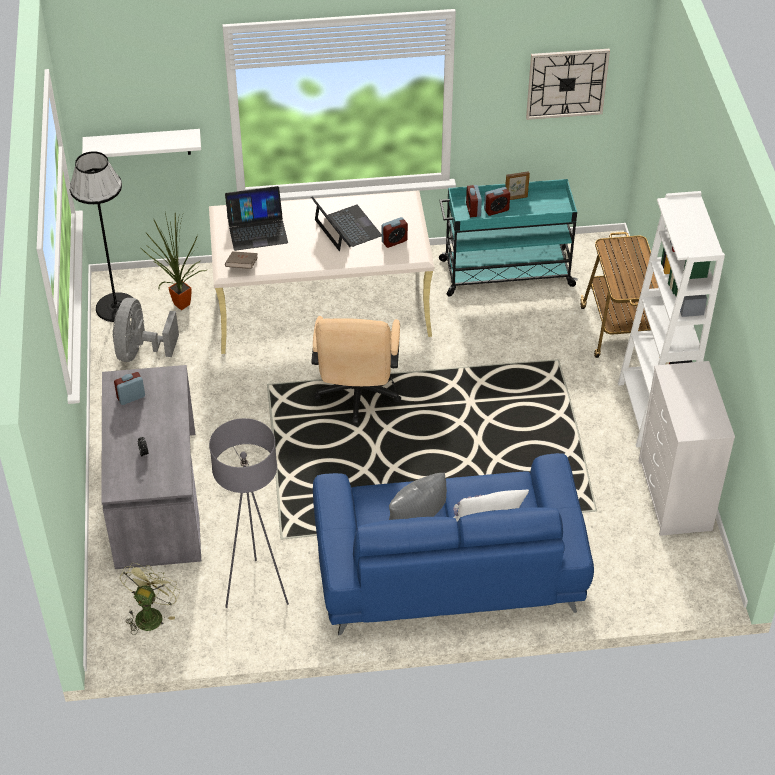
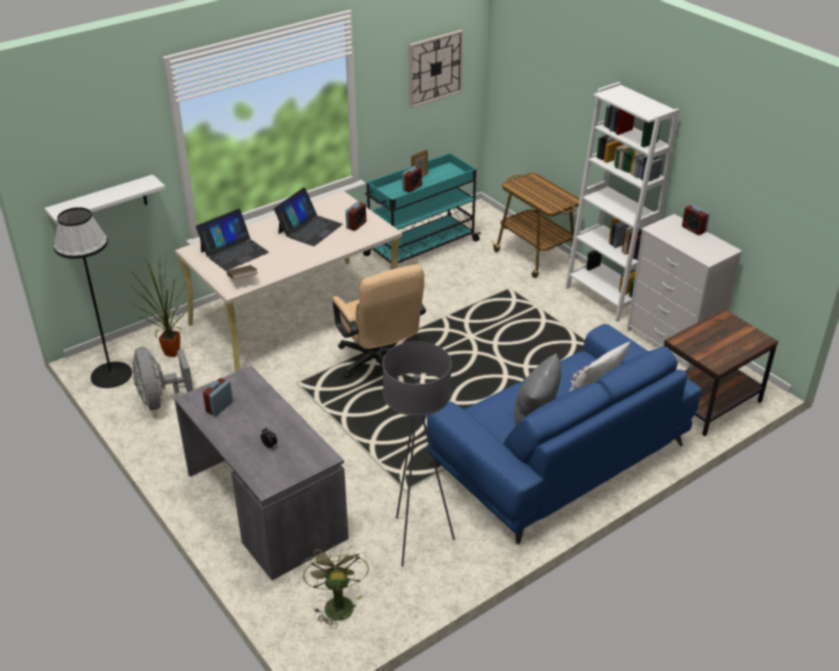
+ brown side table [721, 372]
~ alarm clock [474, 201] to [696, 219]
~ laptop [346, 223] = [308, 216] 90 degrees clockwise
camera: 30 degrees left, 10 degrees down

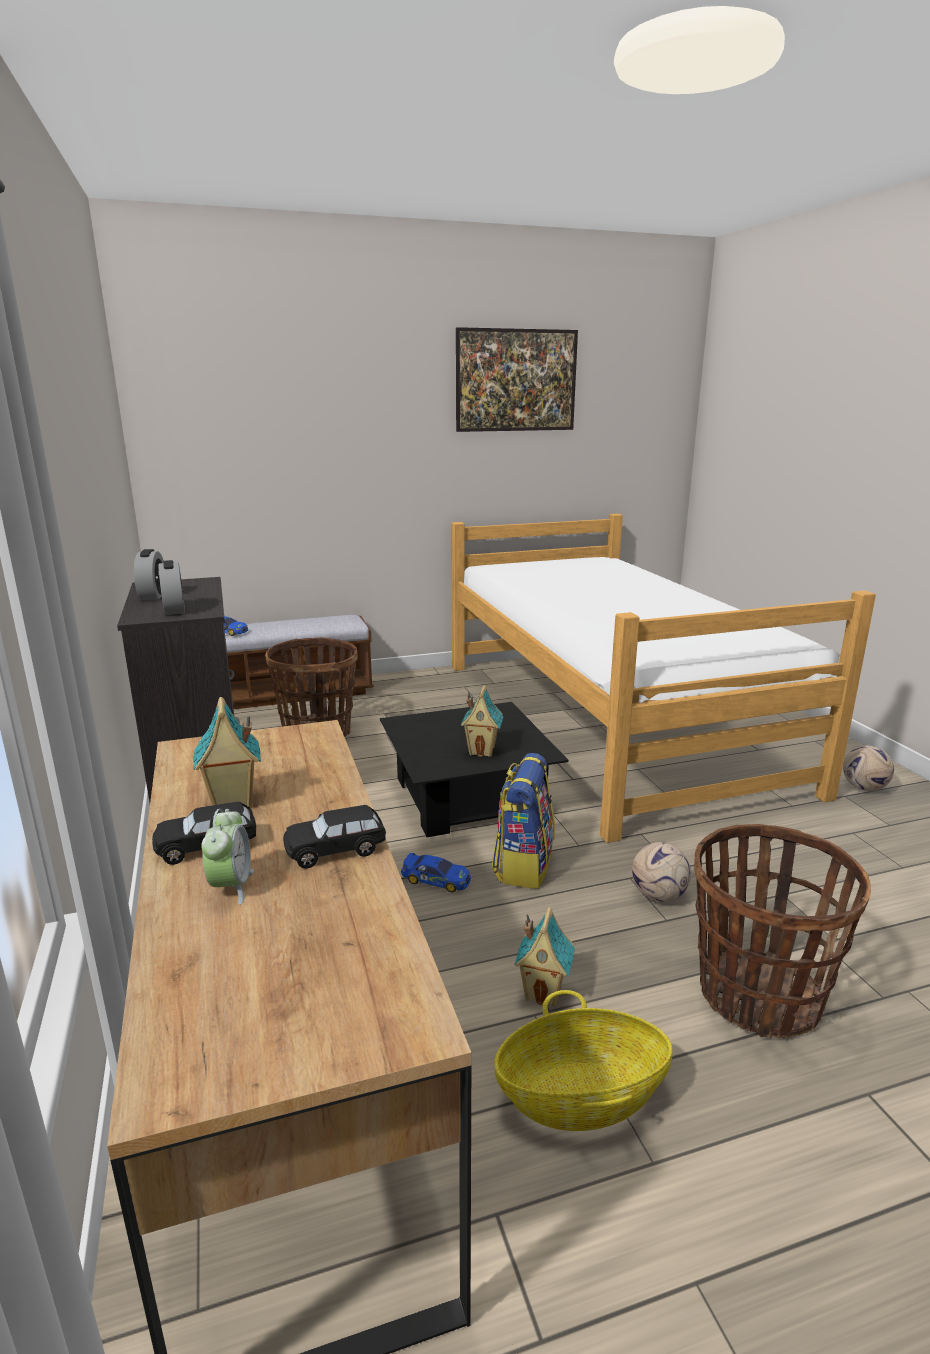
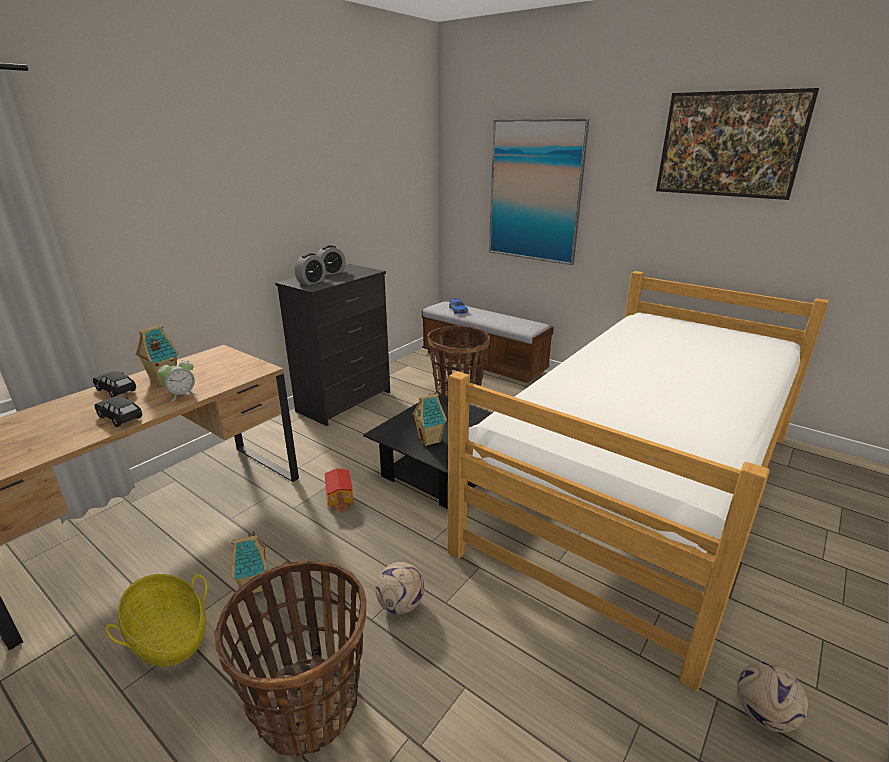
- backpack [523, 821]
+ picture [539, 192]
~ alarm clock [227, 856] to [177, 380]
~ toy car [436, 872] to toy house [339, 490]
camera: 55 degrees right, 5 degrees up

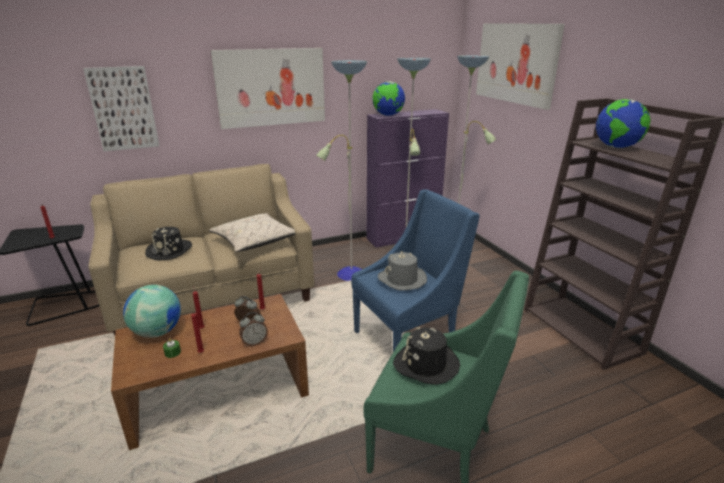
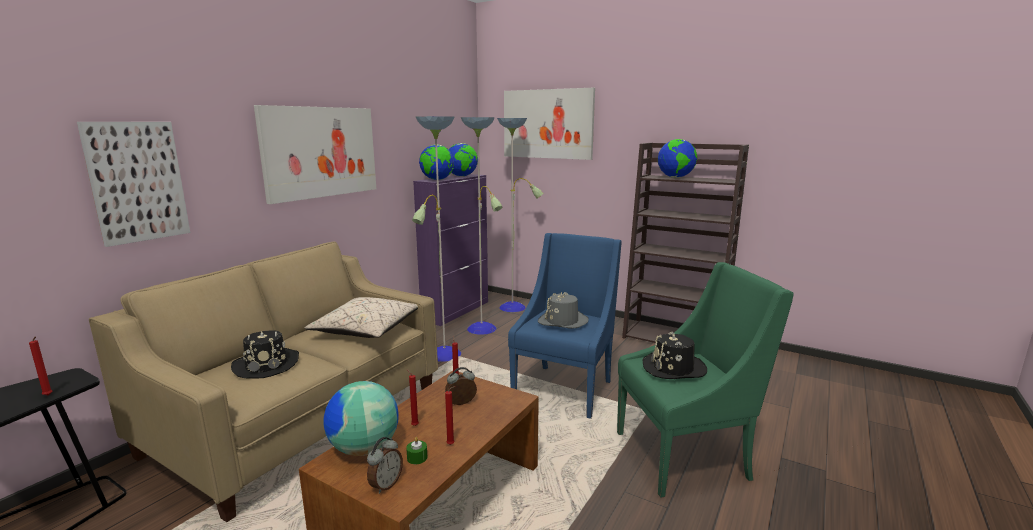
+ globe [463, 160]
~ alarm clock [253, 329] to [385, 465]
camera: 35 degrees left, 10 degrees down

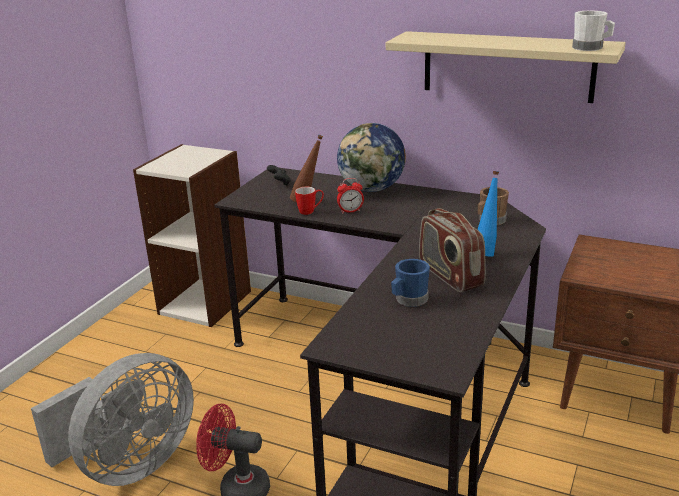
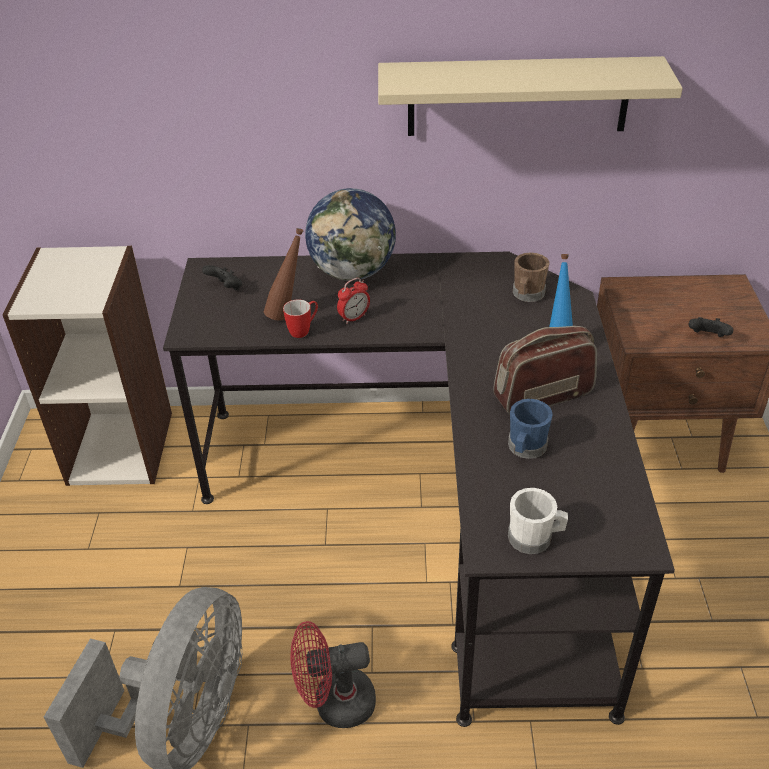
+ black game controller [711, 327]
~ white mug [593, 31] to [538, 521]
~ radio [452, 250] = [545, 370] 120 degrees clockwise
camera: 25 degrees left, 15 degrees up

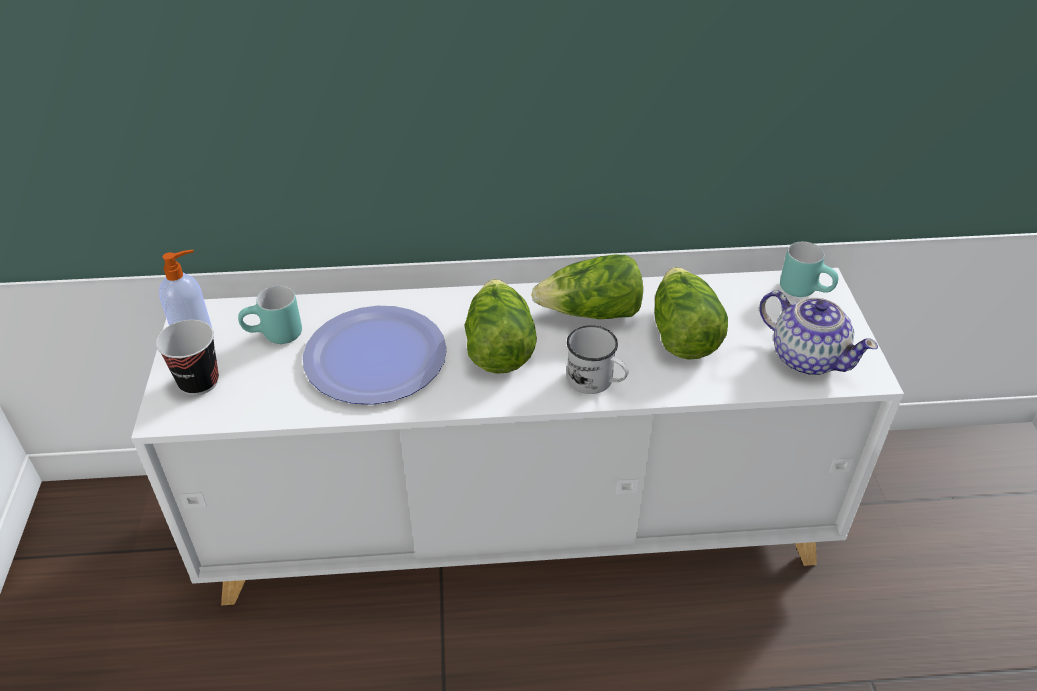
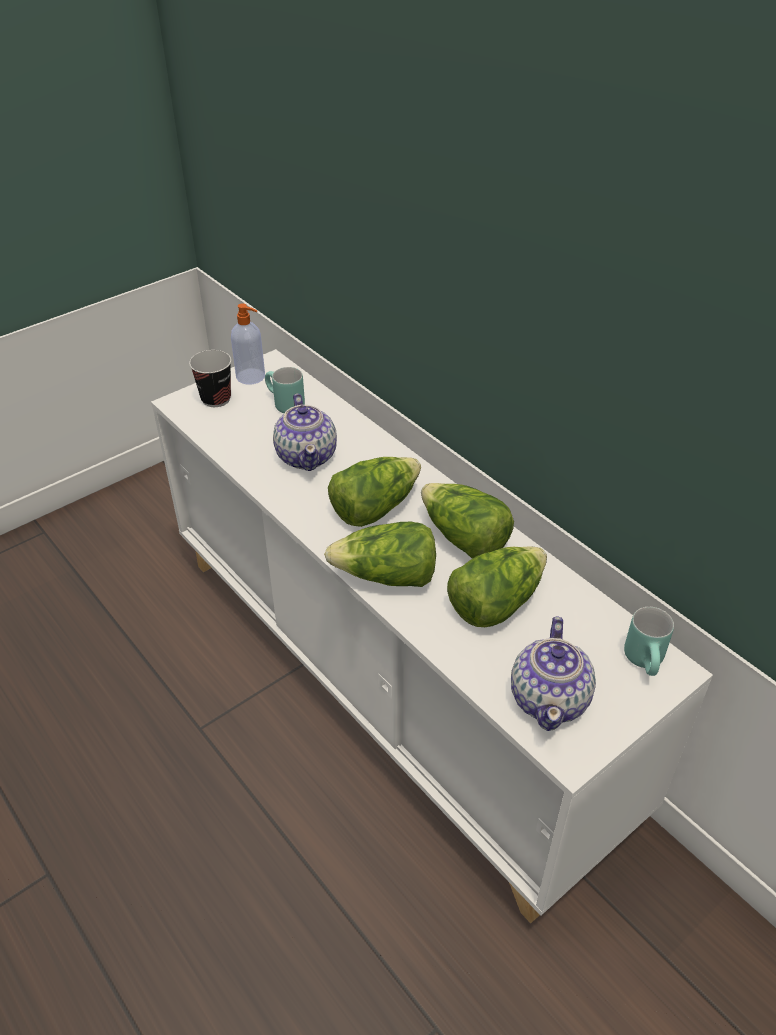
~ plate [375, 355] to teapot [305, 432]
~ white mug [597, 359] to lettuce [380, 554]
camera: 55 degrees right, 0 degrees up

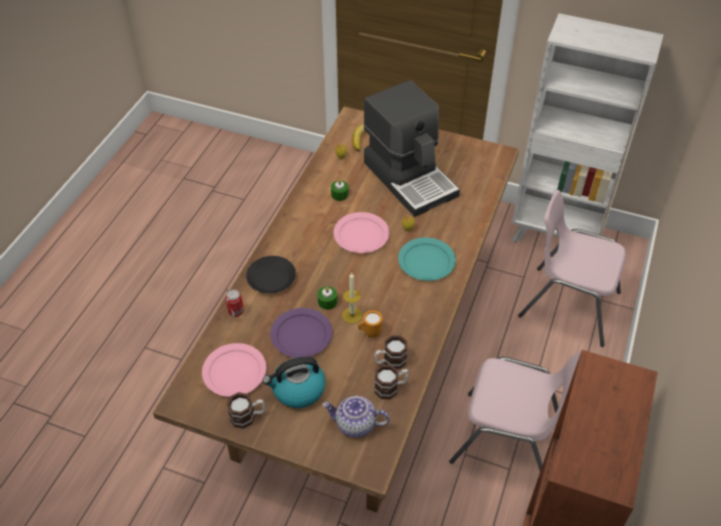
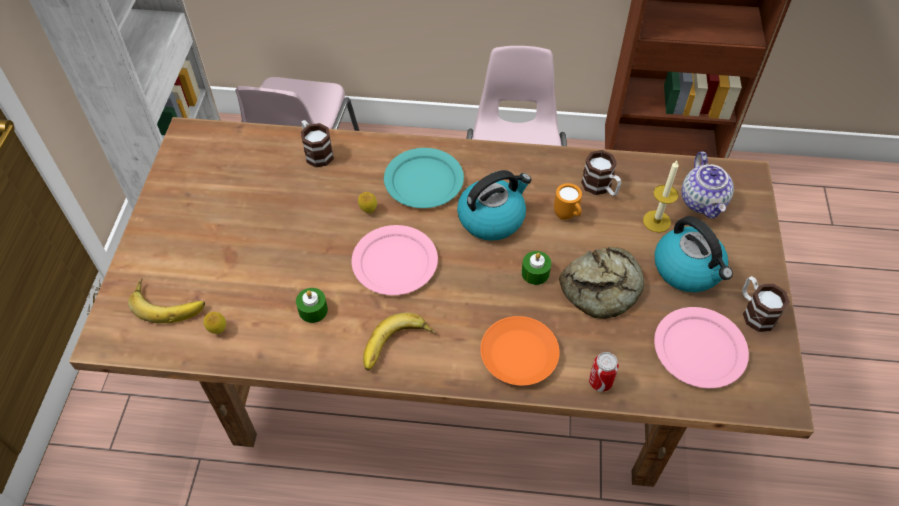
- coffee machine [412, 148]
+ banana [399, 341]
+ kettle [494, 205]
~ candle [352, 298] to [661, 197]
~ mug [392, 382] to [317, 144]
~ purple plate [301, 333] to bread [601, 283]
~ black plate [271, 275] to orange plate [520, 351]
camera: 105 degrees left, 5 degrees up

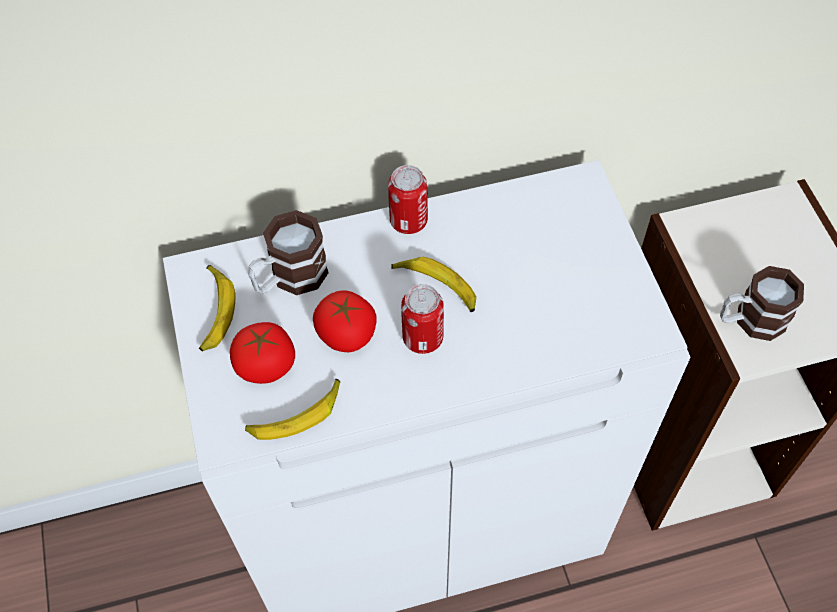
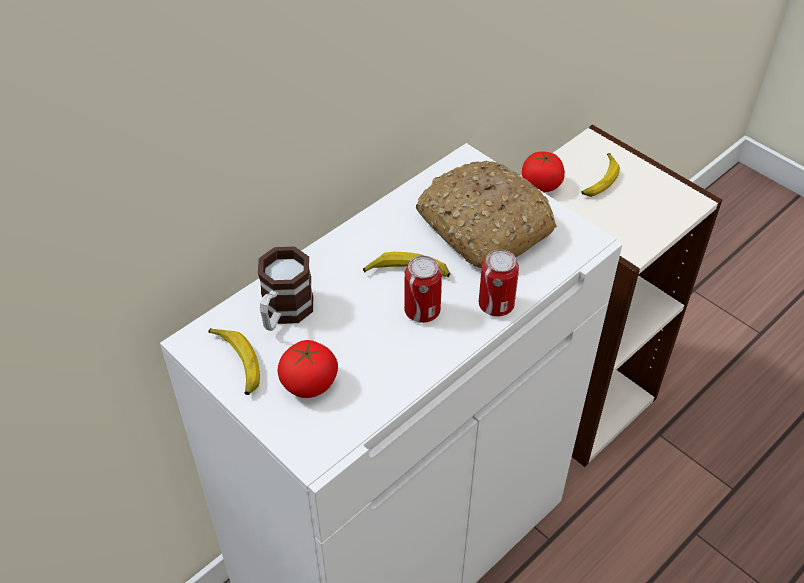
- mug [762, 303]
+ bread [486, 214]
~ banana [292, 409] to [600, 175]
~ tomato [345, 321] to [543, 172]
~ can [408, 199] to [499, 282]
camera: 30 degrees left, 10 degrees down

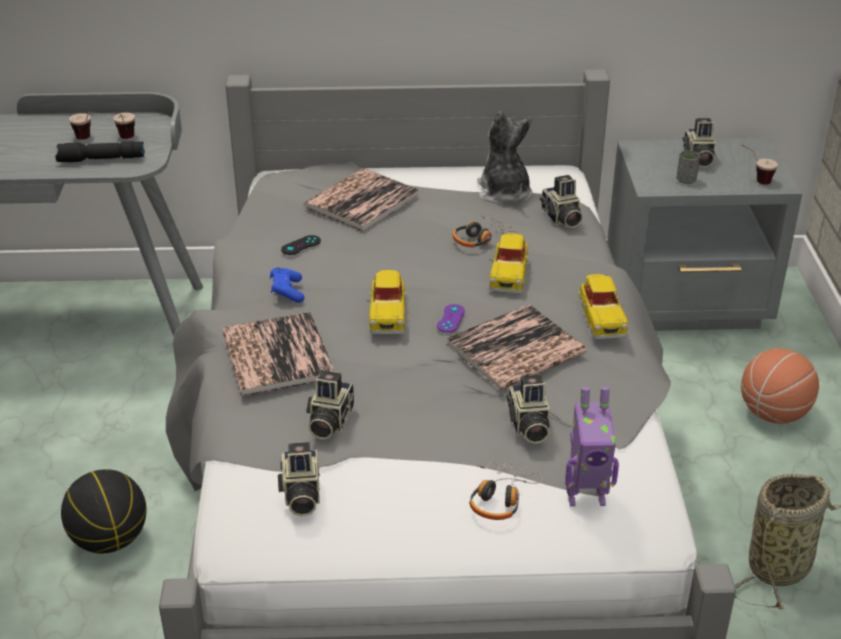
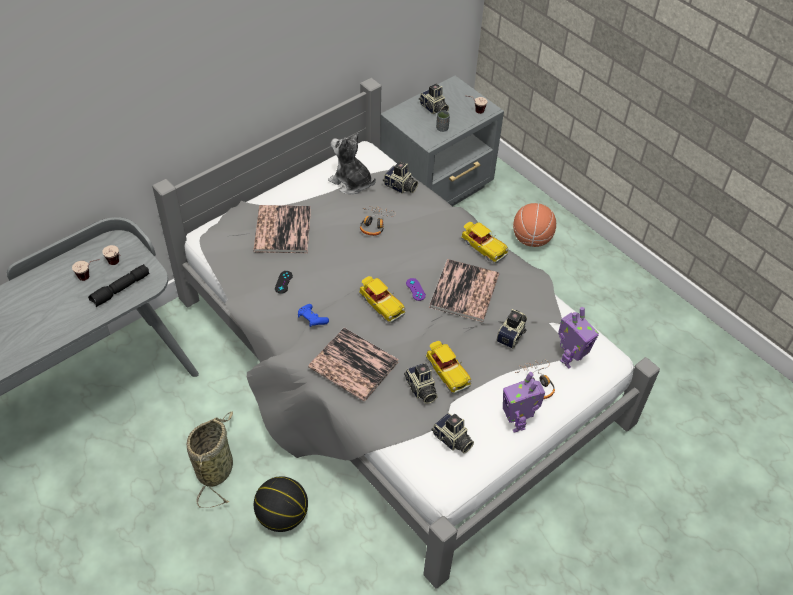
+ toy robot [524, 402]
~ toy car [509, 263] to [448, 367]
~ basket [788, 542] to [210, 459]
~ photo camera [528, 409] = [511, 329] 105 degrees counterclockwise
camera: 40 degrees left, 15 degrees up

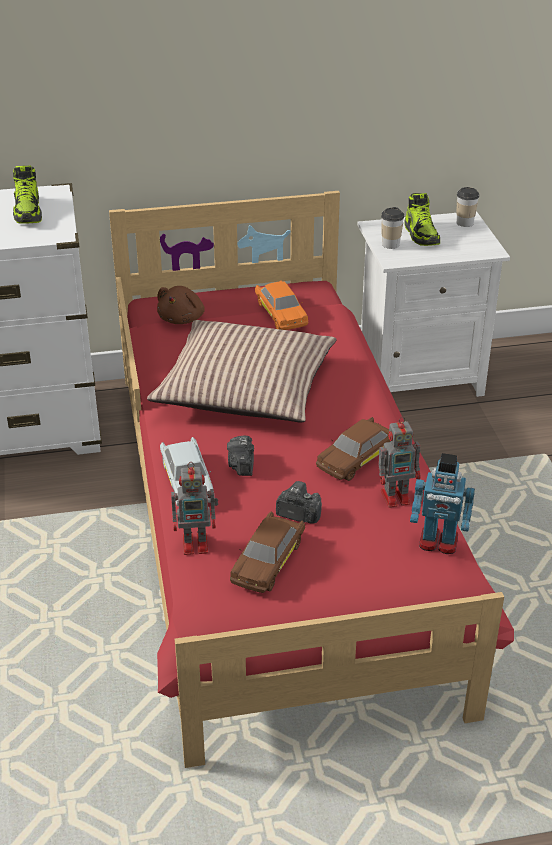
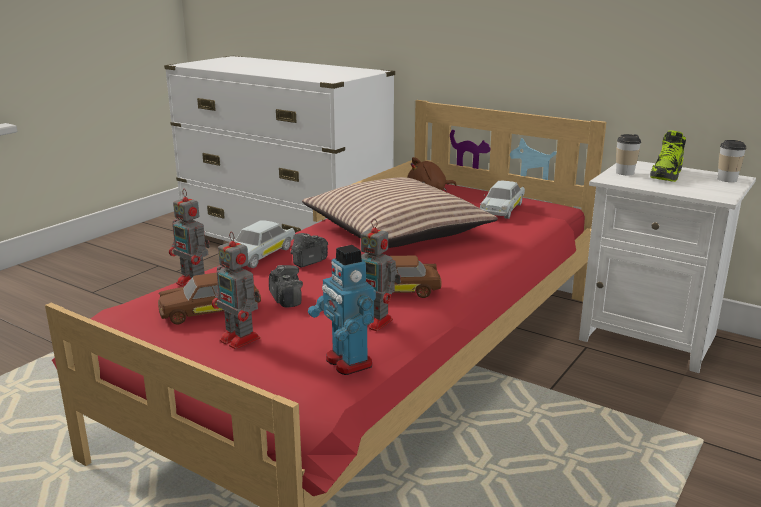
- shoe [27, 194]
+ toy robot [236, 290]
~ orange toy car [281, 305] to white toy car [502, 200]
camera: 45 degrees right, 15 degrees down

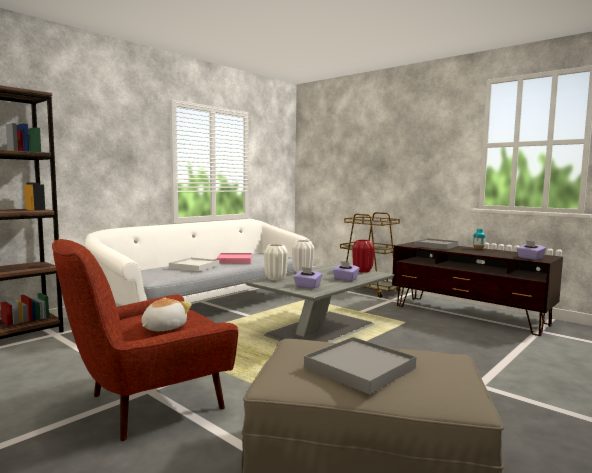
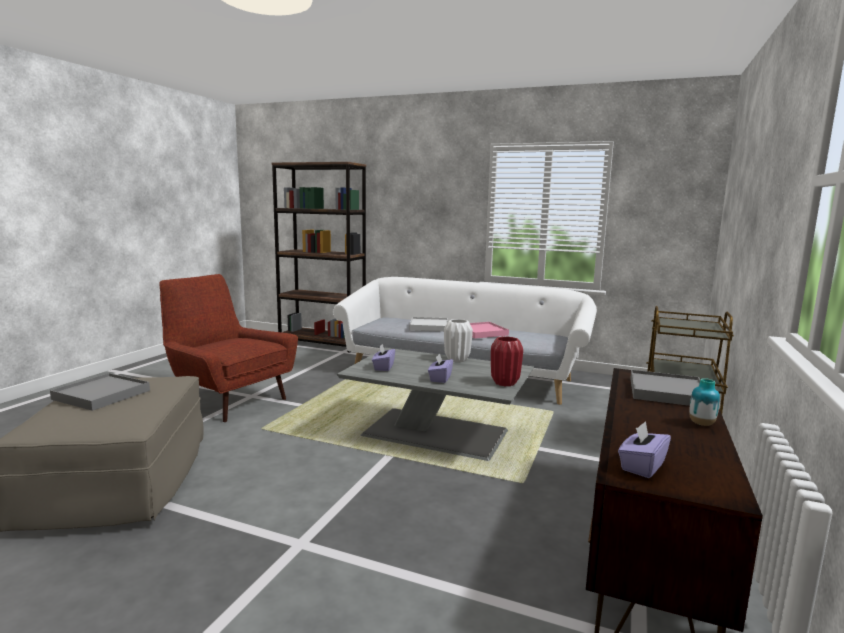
- plush toy [166, 314]
- white vase [276, 262]
camera: 70 degrees right, 5 degrees up

